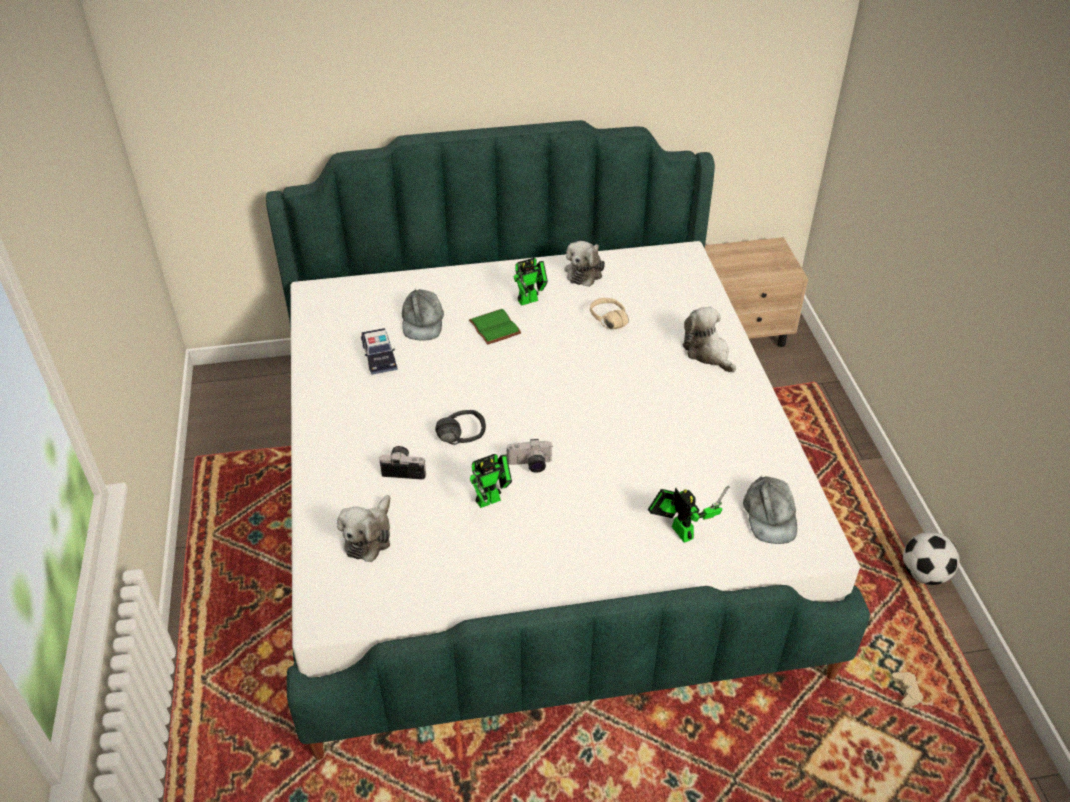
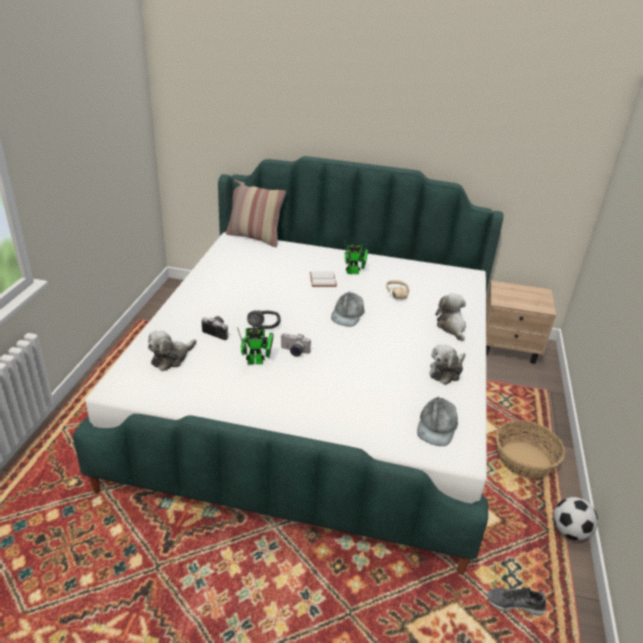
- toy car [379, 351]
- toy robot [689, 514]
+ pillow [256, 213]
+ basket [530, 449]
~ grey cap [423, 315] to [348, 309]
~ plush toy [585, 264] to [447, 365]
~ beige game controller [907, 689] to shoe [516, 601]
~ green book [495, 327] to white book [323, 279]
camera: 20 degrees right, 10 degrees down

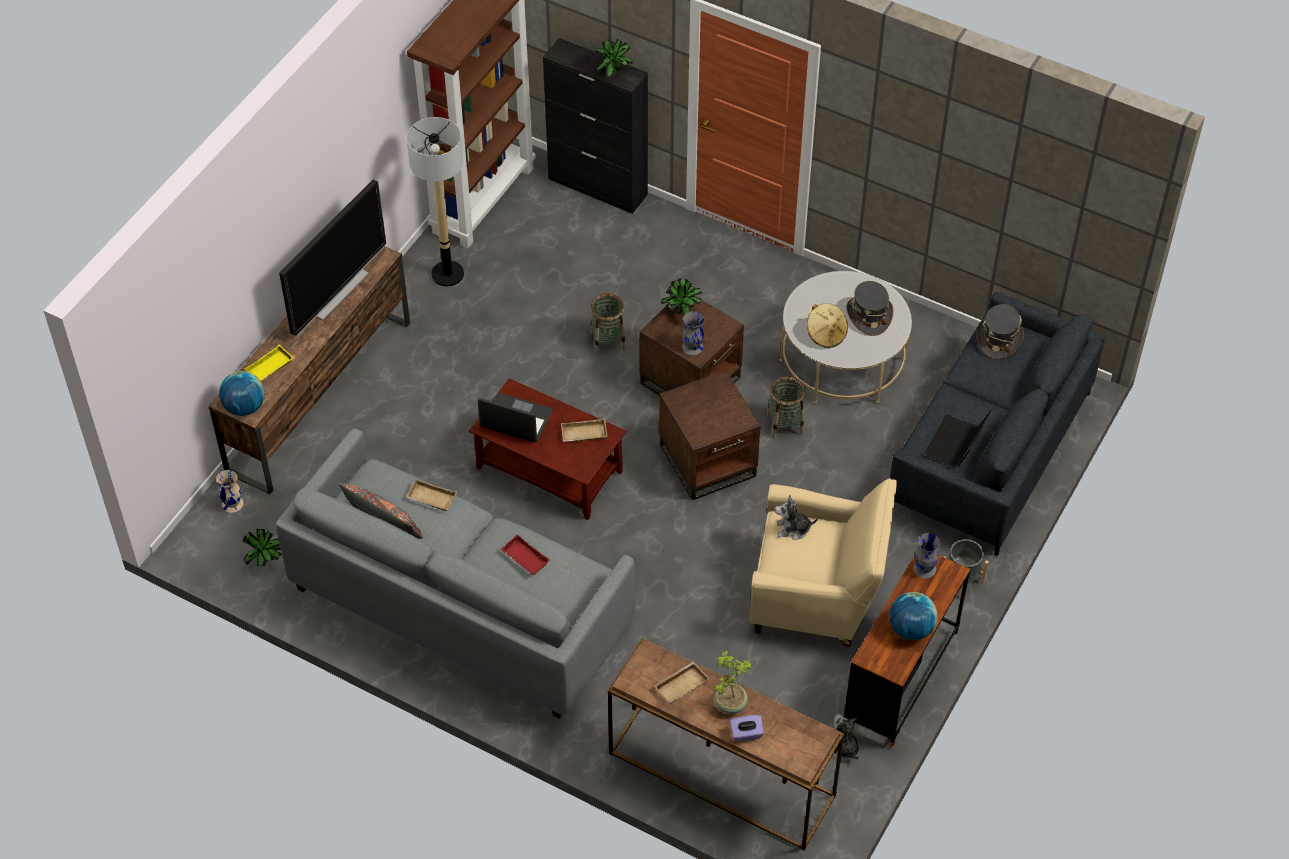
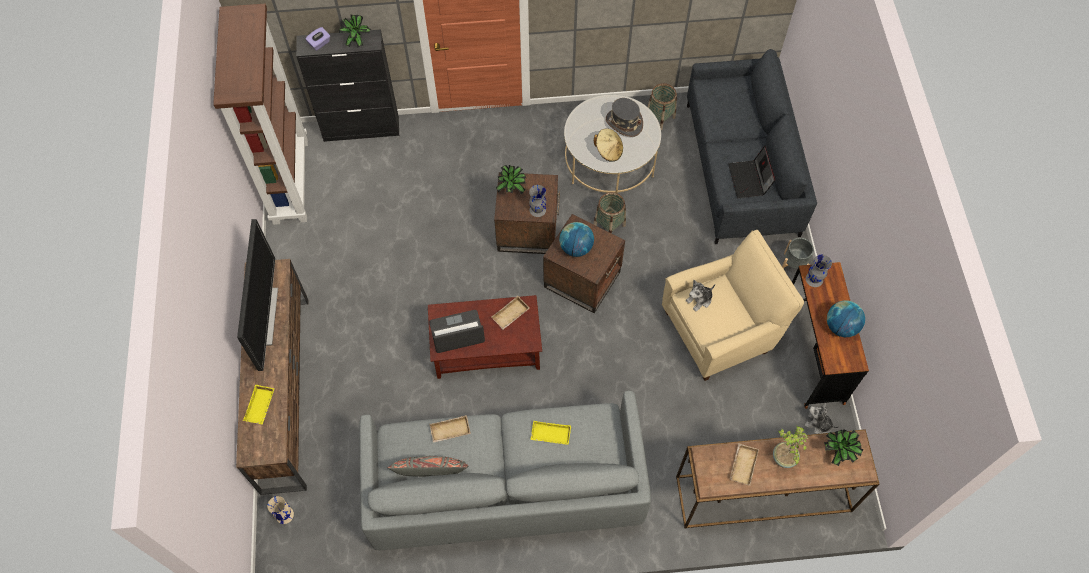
- floor lamp [435, 202]
- grey hat [1000, 331]
~ globe [242, 393] to [576, 239]
~ potted plant [262, 547] to [843, 447]
~ basket [608, 324] to [662, 106]
~ purple tissue box [747, 728] to [317, 39]
~ red tray [525, 554] to yellow tray [550, 433]
camera: 35 degrees left, 10 degrees up

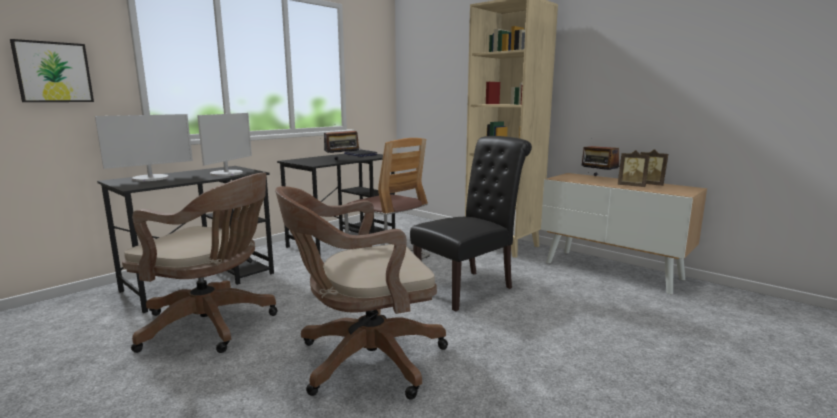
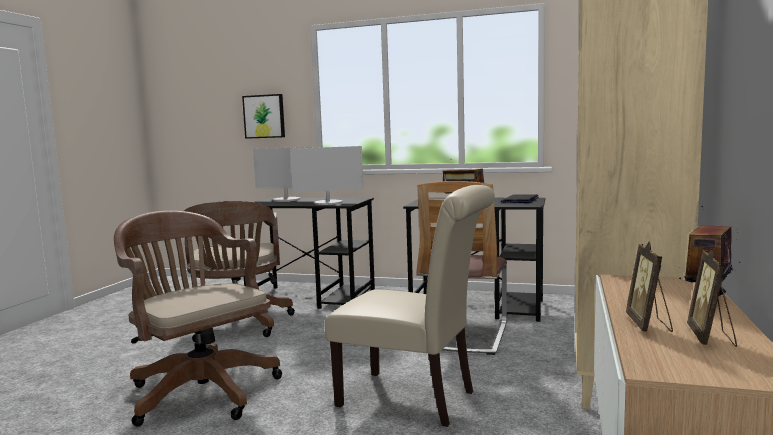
~ black chair [471, 224] to beige chair [410, 306]
camera: 65 degrees right, 5 degrees down

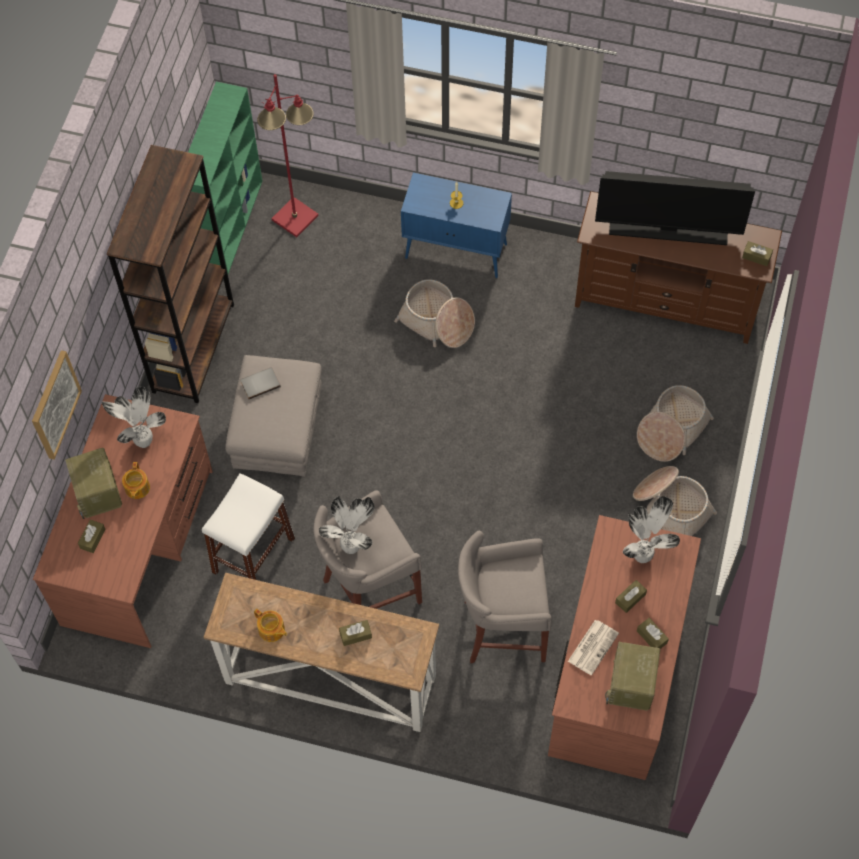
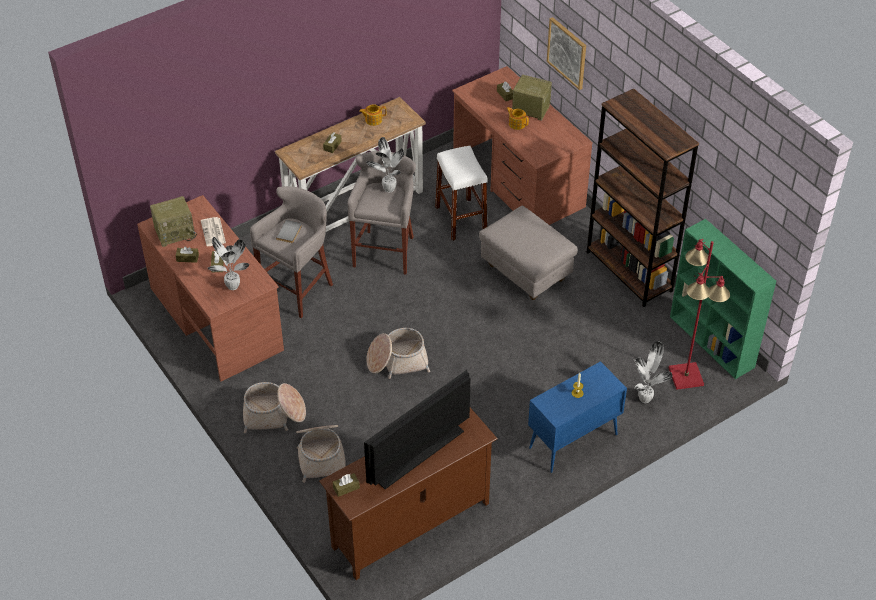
~ potted plant [134, 417] to [653, 372]
~ grey book [260, 383] to [289, 231]
~ basket [434, 313] to [398, 353]
~ radio [632, 676] = [173, 221] 105 degrees clockwise
camera: 130 degrees right, 15 degrees down

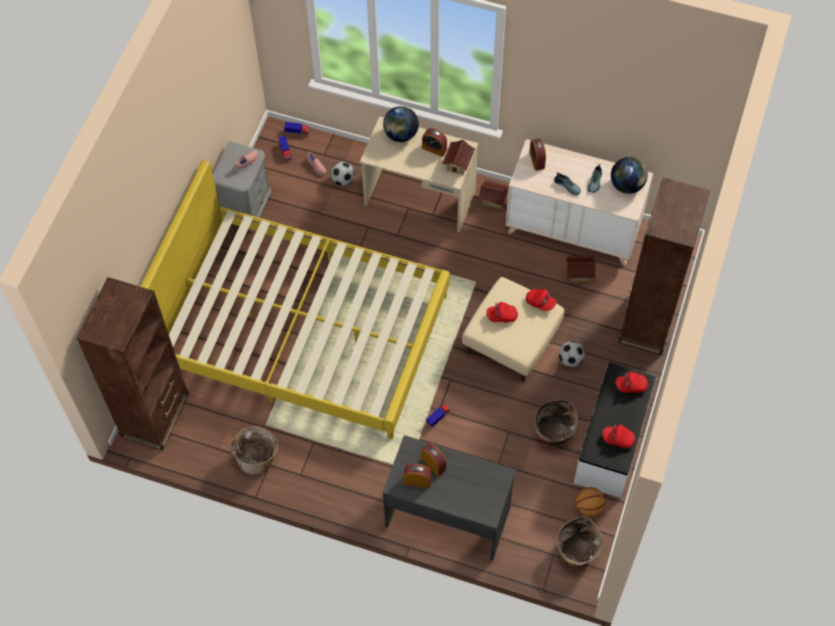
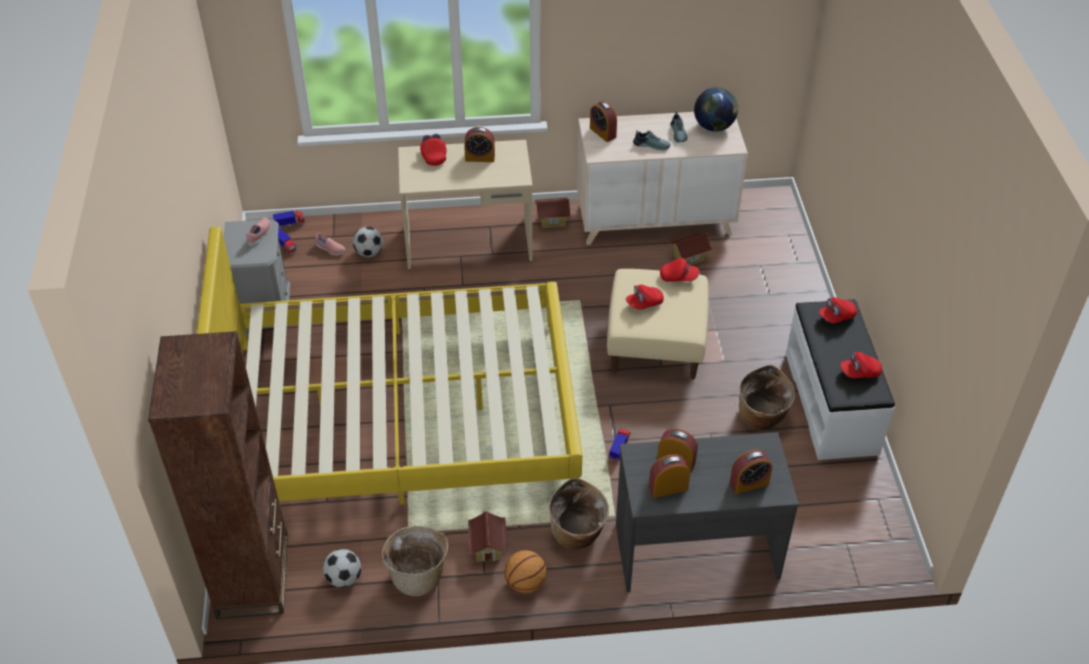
- brown bookcase [665, 266]
+ alarm clock [751, 472]
~ toy house [458, 157] to [488, 536]
~ basket [579, 541] to [579, 513]
~ football [572, 354] to [342, 568]
~ basketball [590, 502] to [525, 571]
~ globe [401, 124] to red cap [433, 150]
camera: 25 degrees left, 15 degrees down

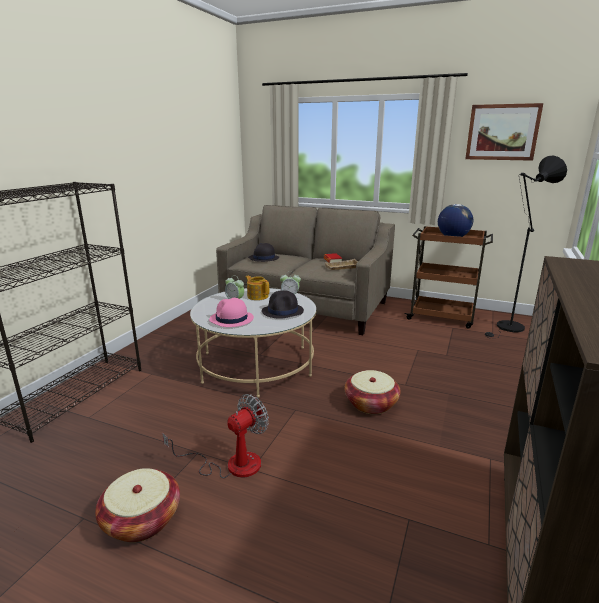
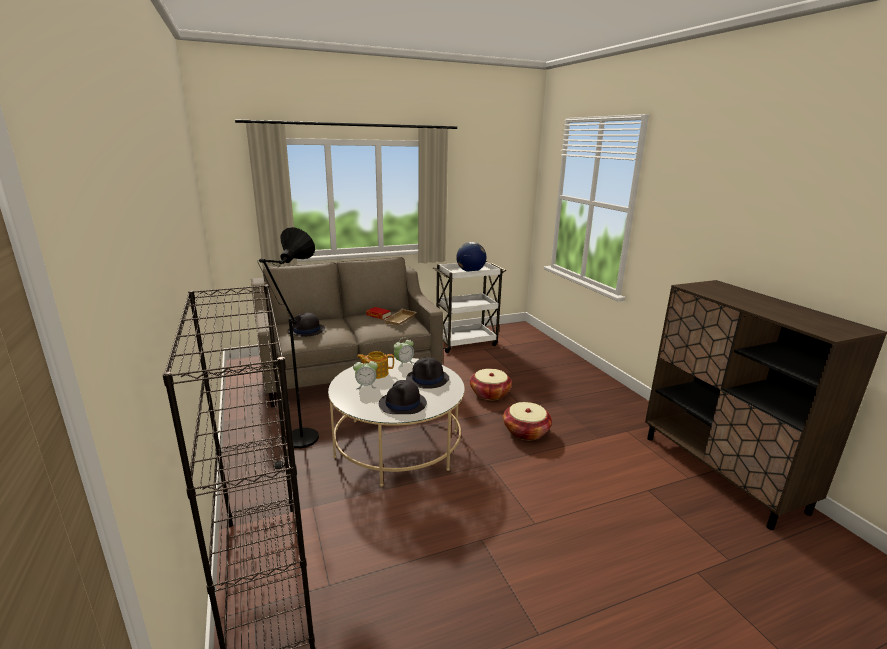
- fan [215, 436]
- picture [504, 132]
~ basket [137, 505] to [491, 384]
~ black floor lamp [526, 246] to [288, 348]
~ pink hat [231, 312] to black hat [403, 397]
~ brown cart [449, 277] to white cart [469, 307]
camera: 45 degrees left, 0 degrees up

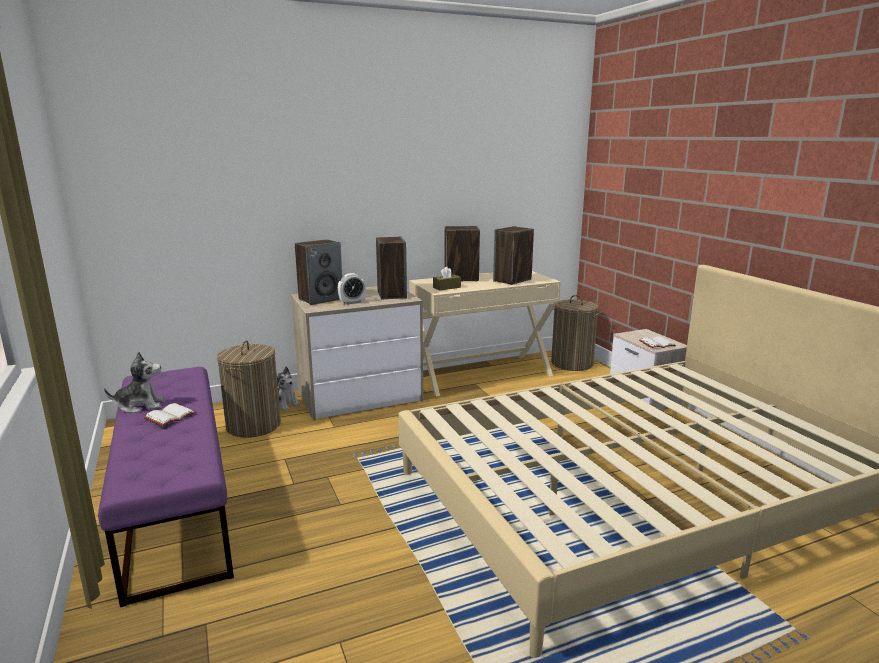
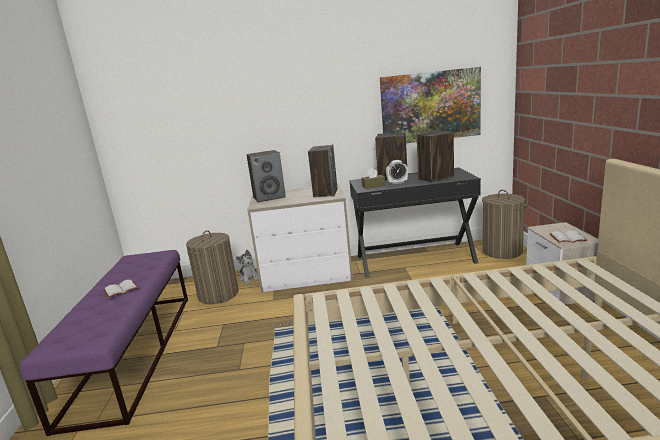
- plush toy [133, 382]
+ picture [430, 105]
~ alarm clock [352, 289] to [397, 172]
~ beige desk [485, 334] to black desk [415, 222]
camera: 20 degrees right, 0 degrees up

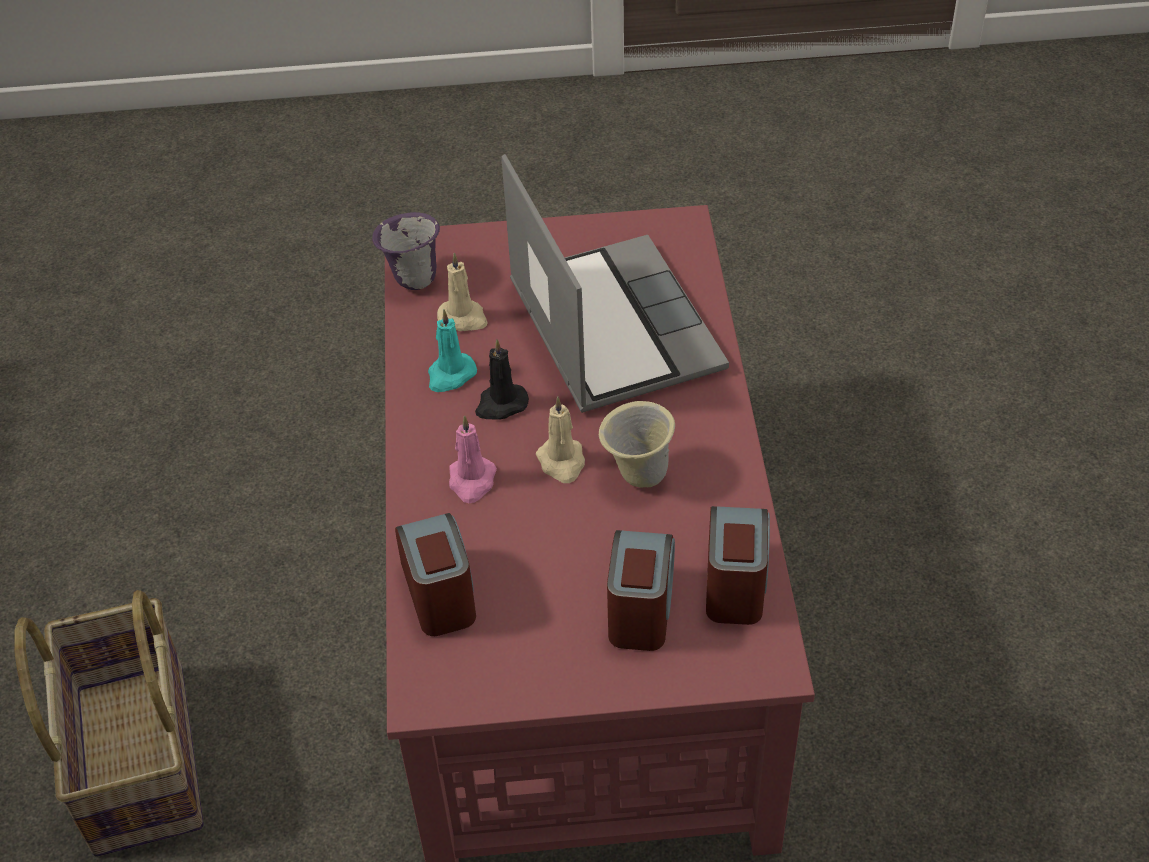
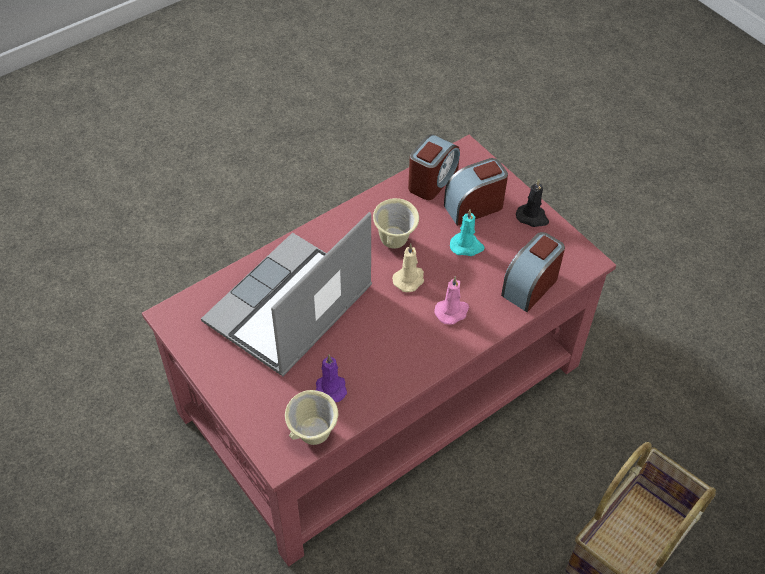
~ turquoise candle [452, 351] to [467, 232]
~ black candle [502, 379] to [532, 203]
~ purple mug [406, 251] to beige mug [311, 417]
~ beige candle [462, 292] to purple candle [331, 378]
~ alarm clock [738, 565] = [434, 167] 150 degrees clockwise
camera: 125 degrees left, 5 degrees up

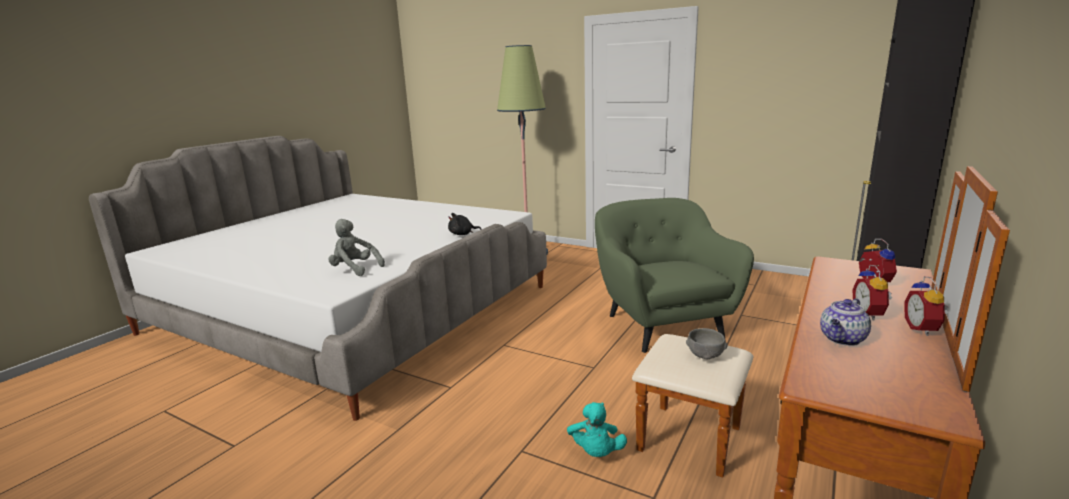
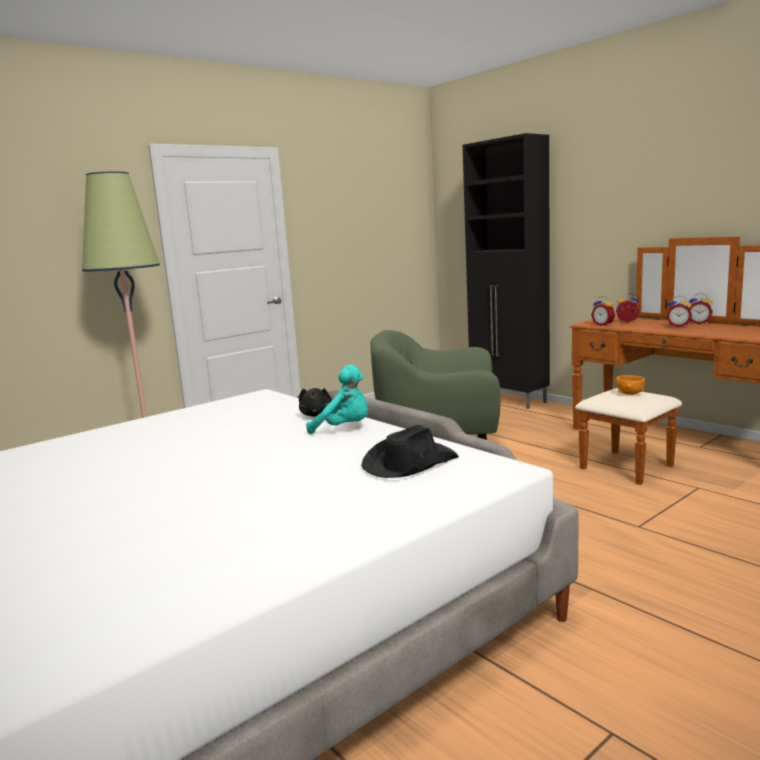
- teapot [845, 322]
+ alarm clock [603, 311]
~ turquoise plush toy [597, 429] to [337, 399]
~ grey plush toy [356, 247] to black hat [410, 451]
~ grey bowl [706, 344] to orange bowl [630, 385]
camera: 70 degrees left, 5 degrees down

